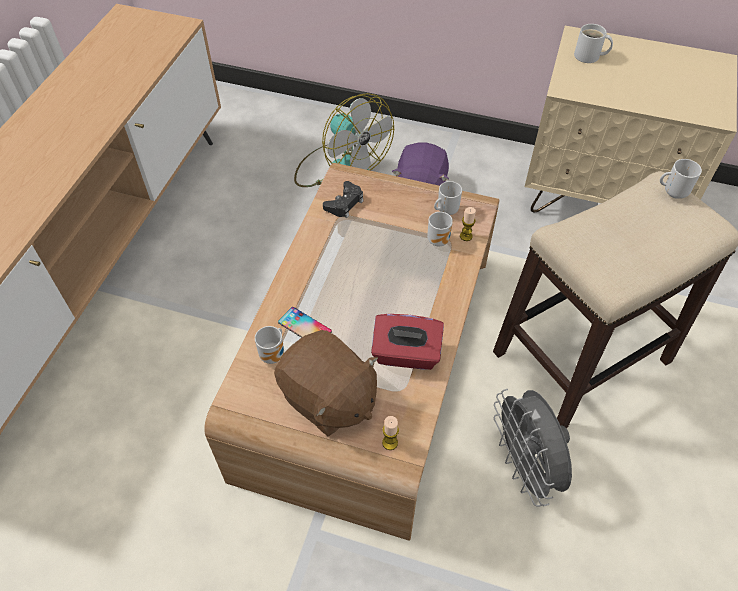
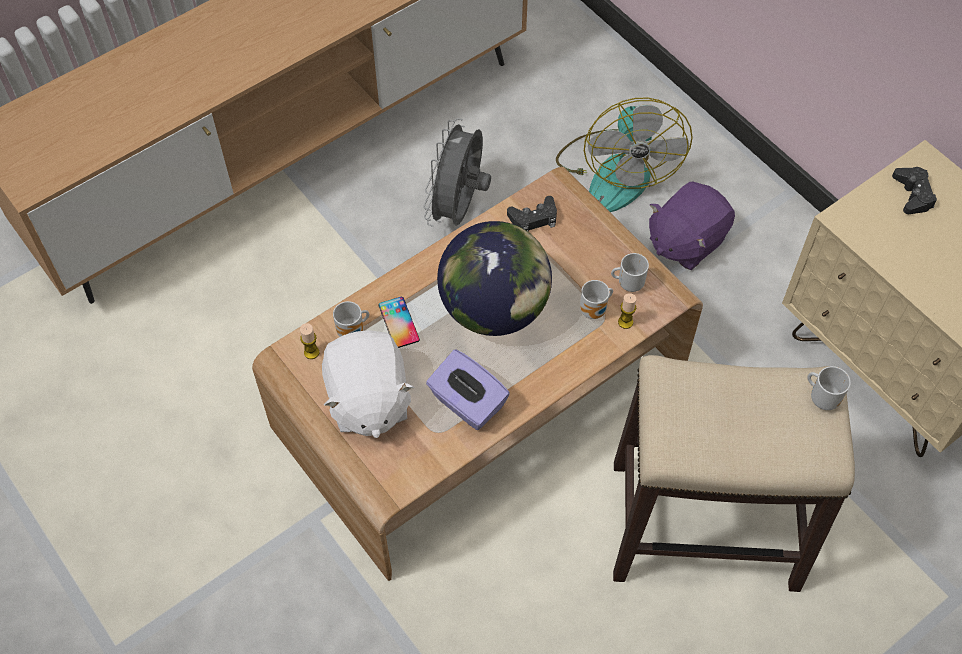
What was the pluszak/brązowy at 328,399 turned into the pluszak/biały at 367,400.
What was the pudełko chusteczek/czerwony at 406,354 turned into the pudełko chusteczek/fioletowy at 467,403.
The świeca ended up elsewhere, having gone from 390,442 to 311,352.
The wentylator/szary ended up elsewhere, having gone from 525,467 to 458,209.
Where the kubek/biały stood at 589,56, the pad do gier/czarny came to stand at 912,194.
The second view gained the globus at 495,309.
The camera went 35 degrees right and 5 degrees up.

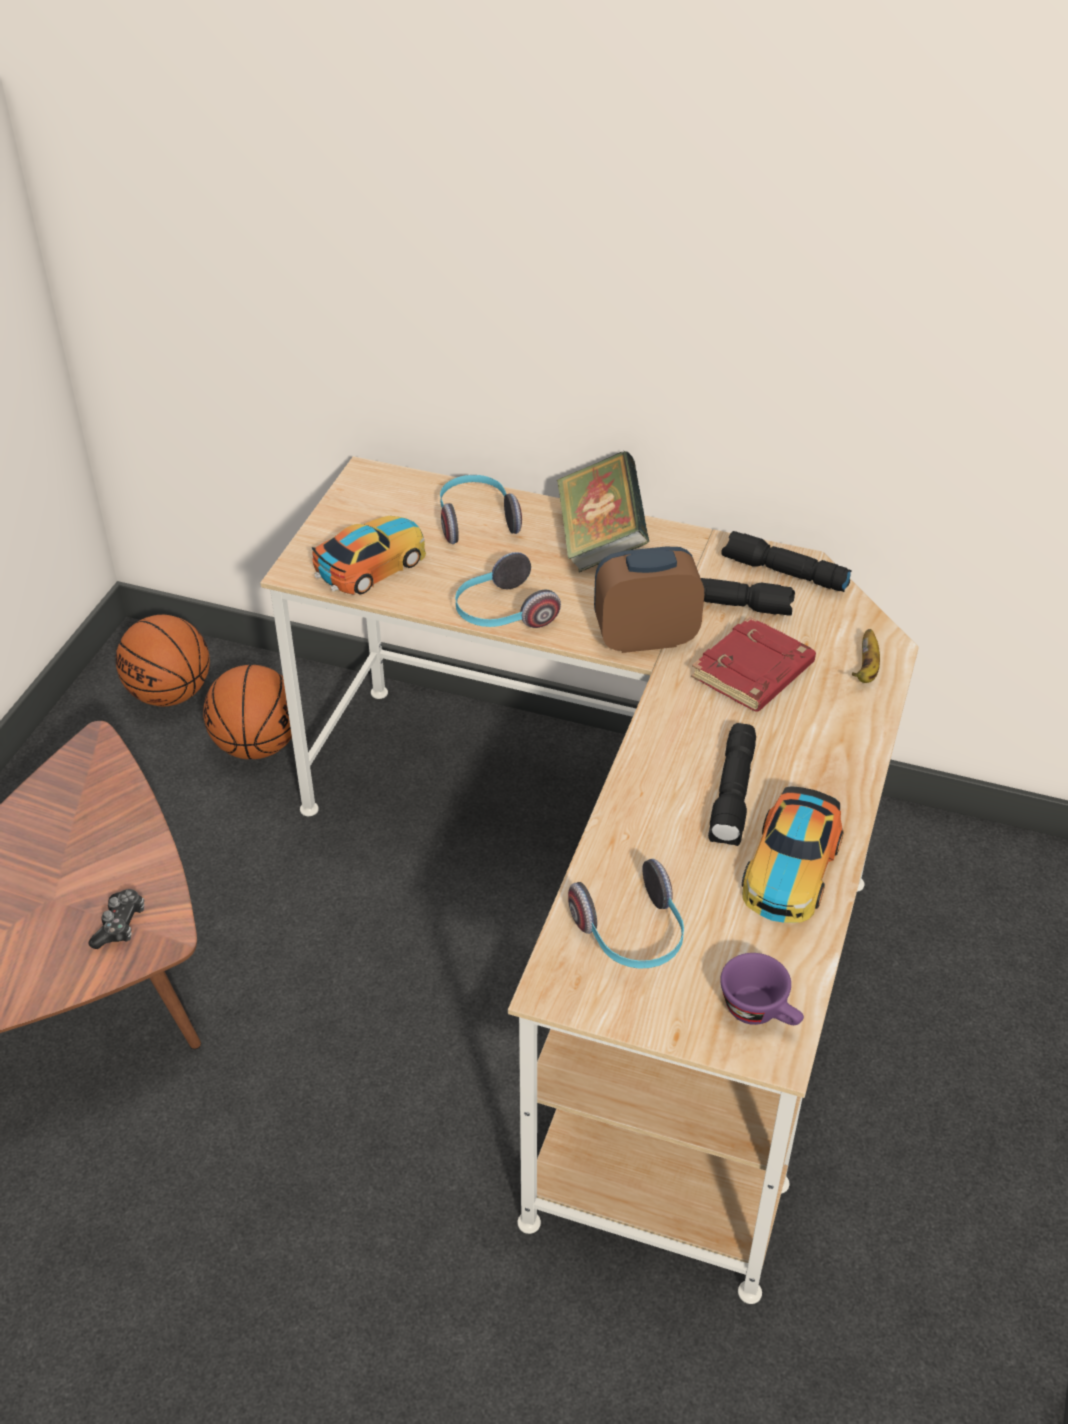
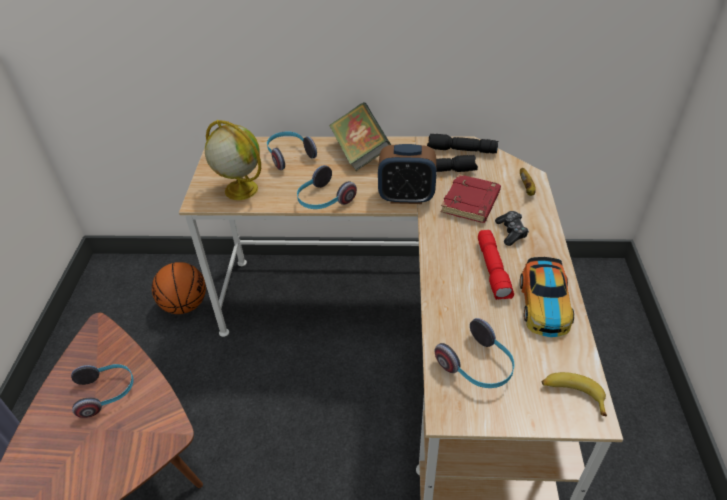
The pad do gier ended up elsewhere, having gone from 120,925 to 511,232.
The second view lost the piłka do koszykówki at 170,693.
Where the samochodzik stood at 371,564, the globus came to stand at 240,189.
The budzik at 645,638 ended up facing another way, 150 degrees counterclockwise from before.
What was the latarka/czarny at 734,795 turned into the latarka/czerwony at 493,270.
Where the filiżanka/fioletowy stood at 761,1012, the banan came to stand at 572,394.
The second view gained the słuchawki at 107,393.
The camera went 15 degrees left and 0 degrees up.

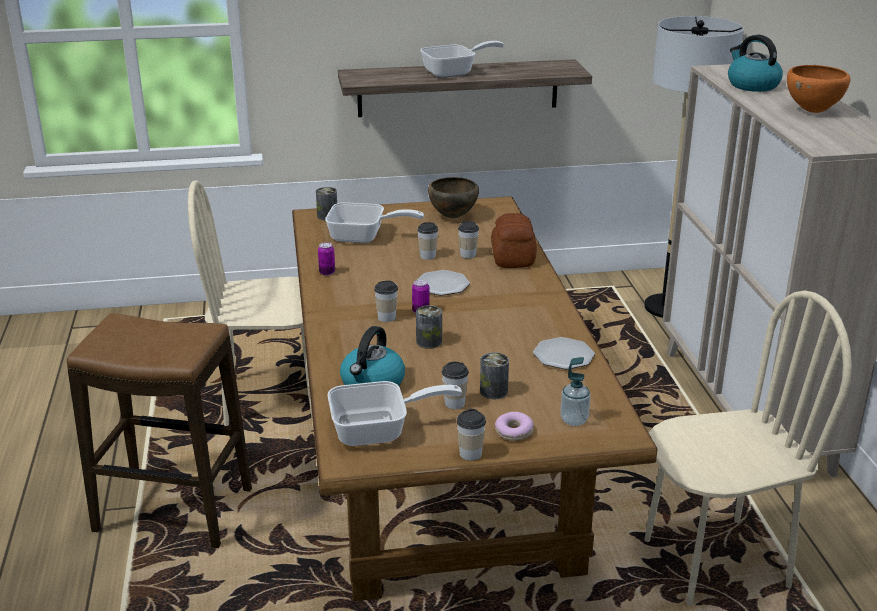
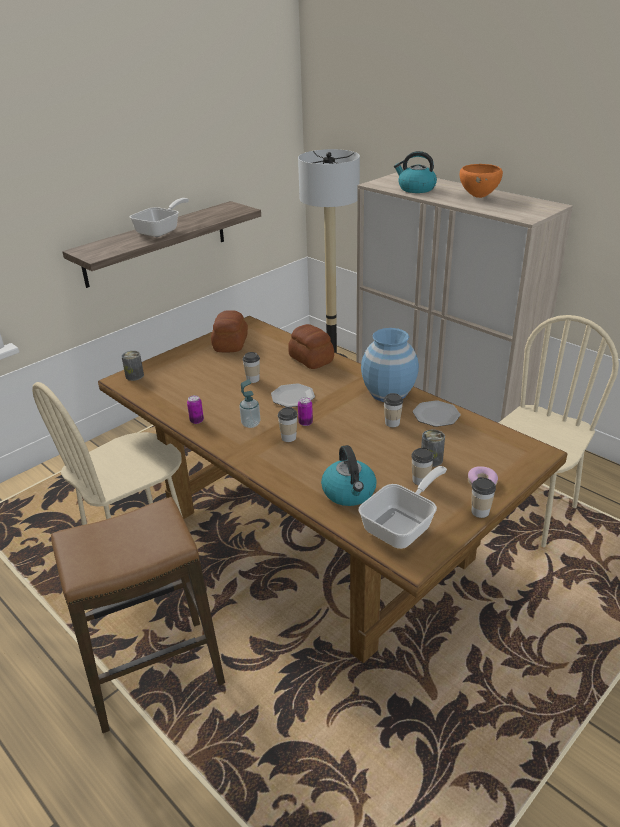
The second view lost the patelnia at 364,237.
The second view lost the puszka at 429,342.
Where the miska/brązowy stood at 452,217, the chleb came to stand at 230,344.
The filiżanka ended up elsewhere, having gone from 468,255 to 392,423.
The dozownik mydła ended up elsewhere, having gone from 574,420 to 251,424.
The second view gained the wazon/niebieski at 388,393.
The camera went 35 degrees left and 5 degrees up.

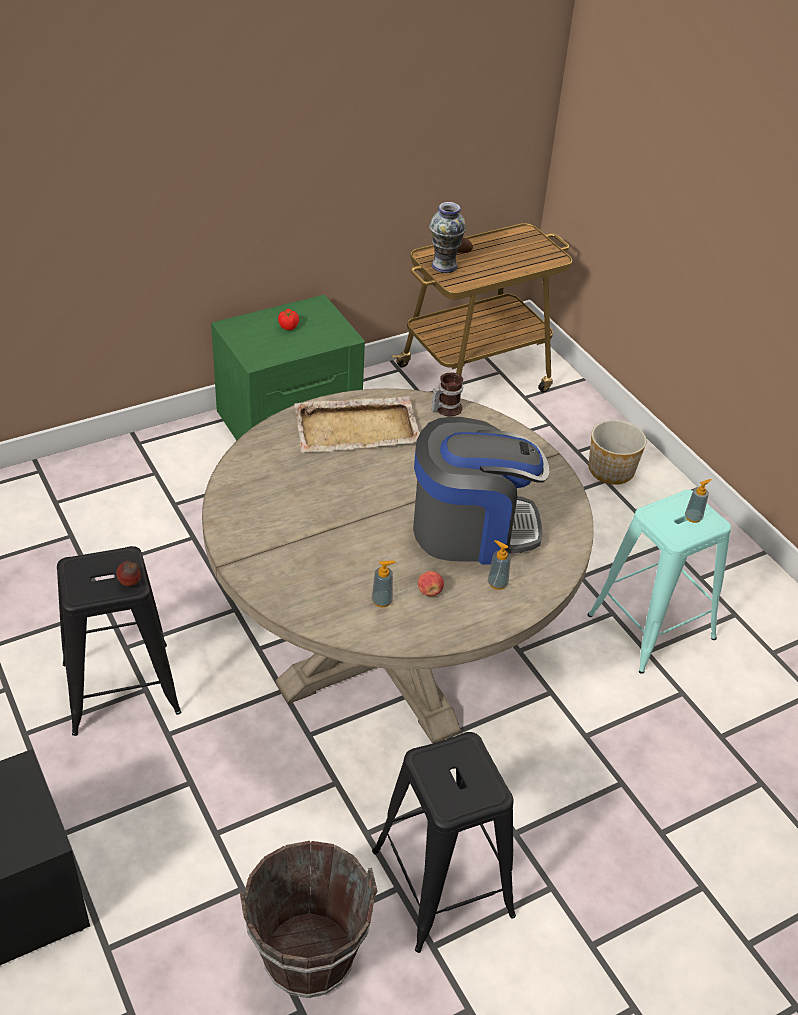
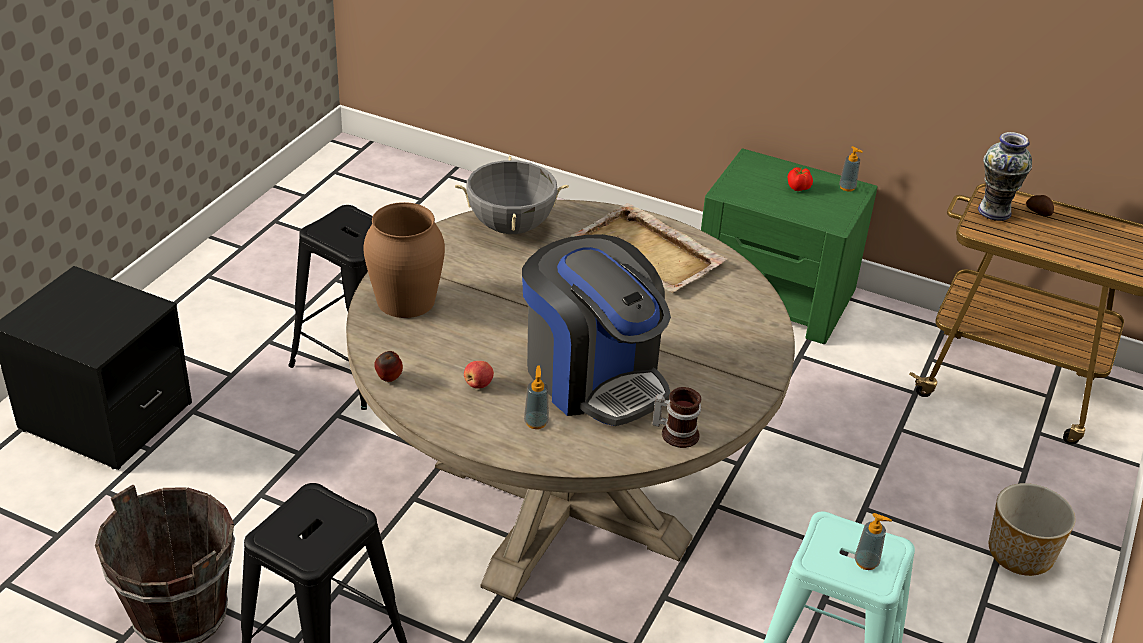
The jabłko ended up elsewhere, having gone from 130,583 to 388,379.
The dozownik mydła ended up elsewhere, having gone from 382,601 to 847,187.
The kubek ended up elsewhere, having gone from 445,408 to 676,433.
The second view gained the wazon/brązowy at 406,299.
The second view gained the garnek/szary at 511,226.
The camera went 55 degrees right and 5 degrees down.

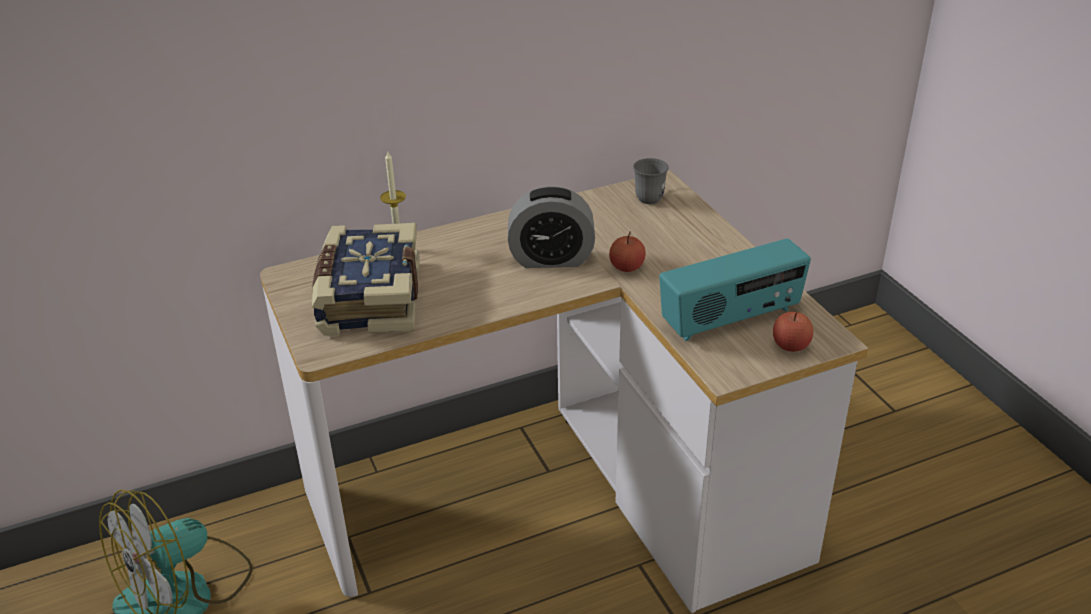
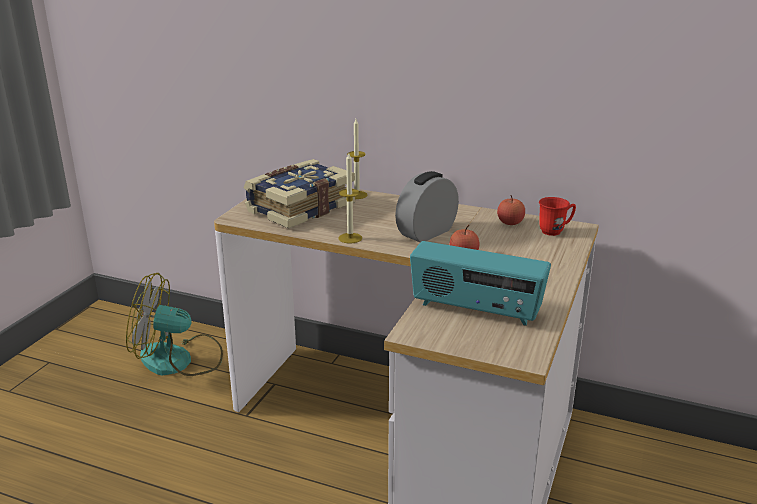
The budzik at 551,259 ended up facing another way, 90 degrees clockwise from before.
What was the kubek/szary at 651,195 turned into the kubek/czerwony at 555,231.
The jabłko ended up elsewhere, having gone from 790,345 to 510,223.
The second view gained the świeca at 350,238.
The camera went 45 degrees right and 10 degrees down.

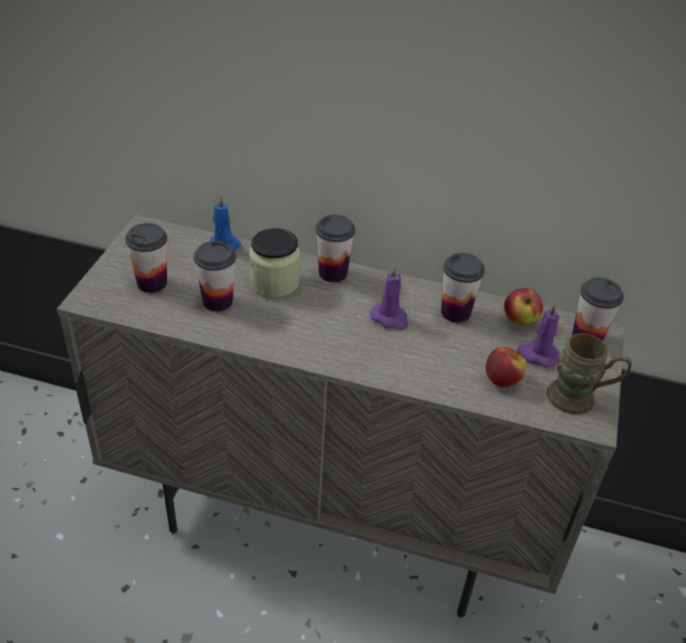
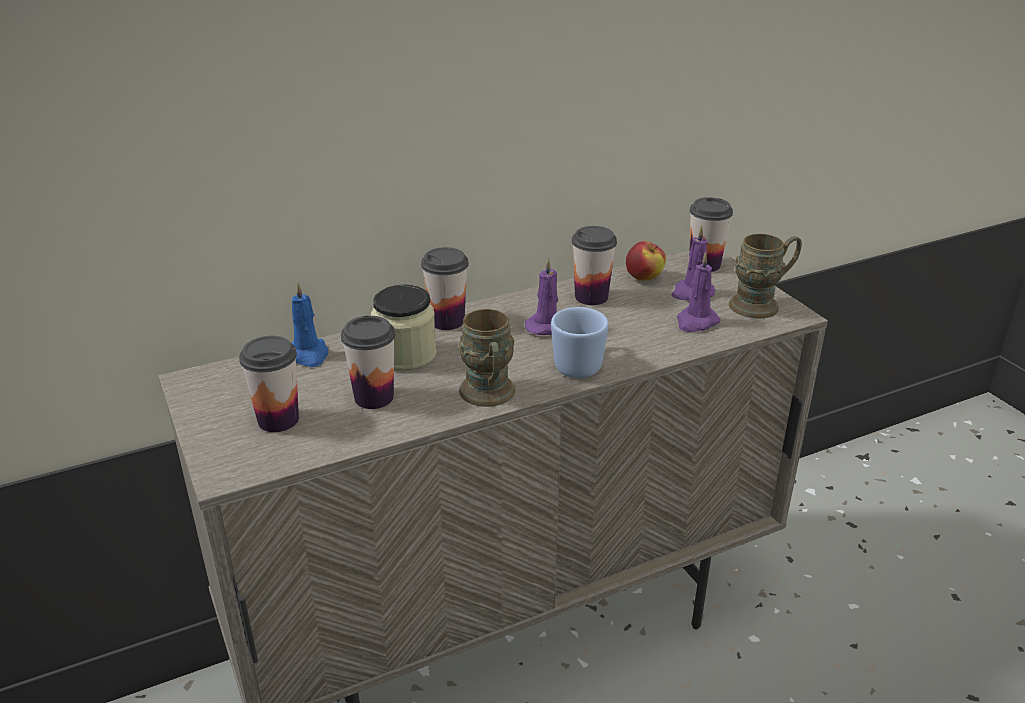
Where the jabłko stood at 502,380, the świeca/fioletowy came to stand at 696,322.
The second view gained the kubek/brązowy at 489,396.
The second view gained the kubek/niebieski at 580,364.
The camera went 40 degrees left and 10 degrees down.

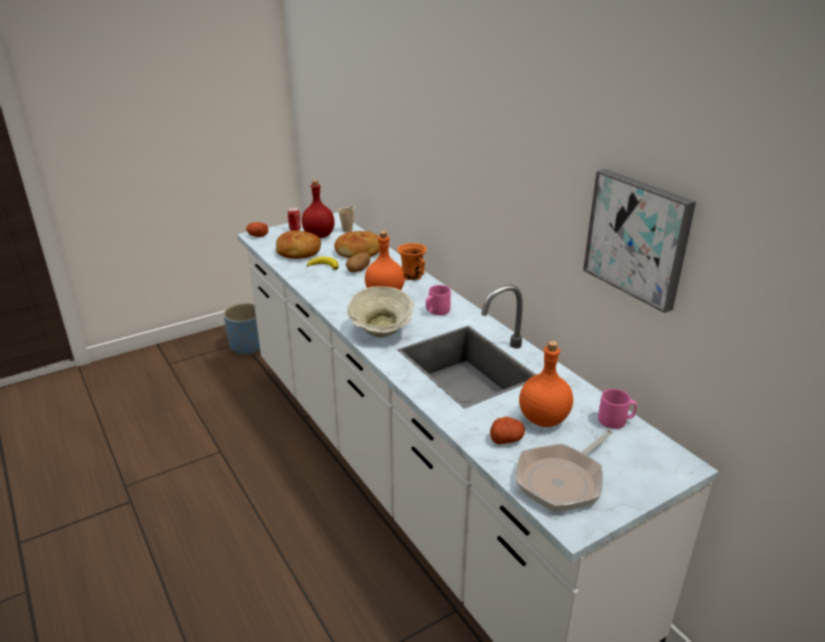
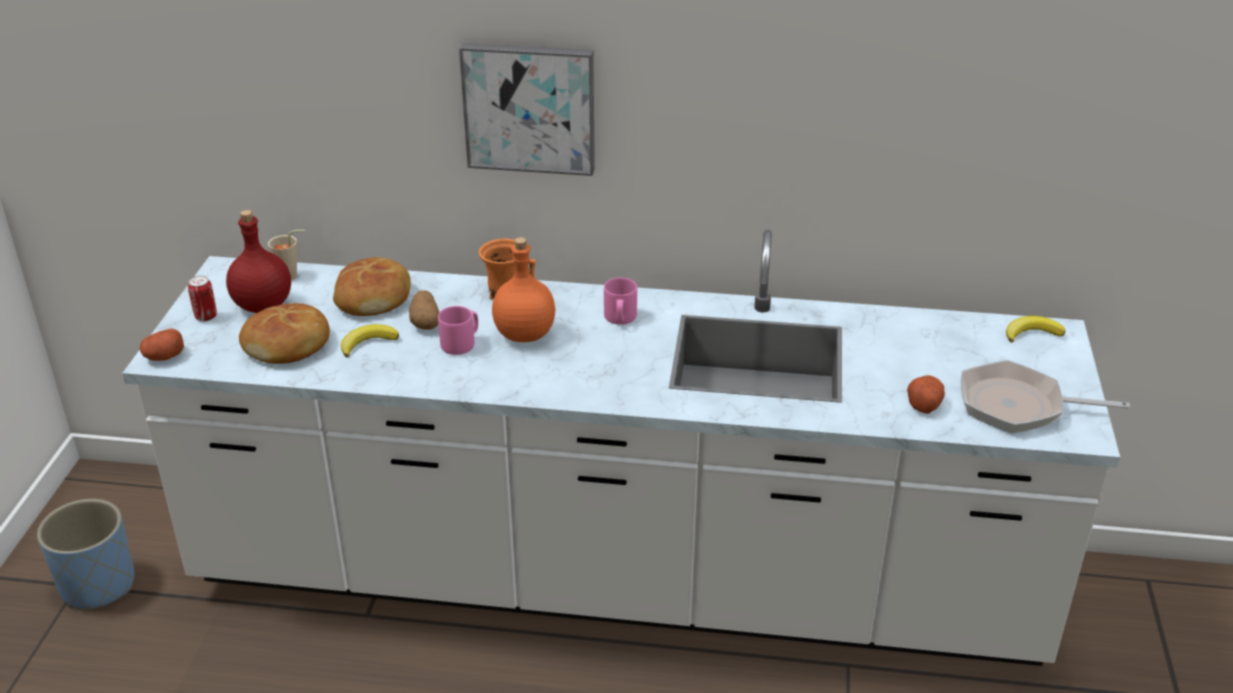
The second view lost the miska/beżowy at 381,332.
The patelnia at 562,480 ended up facing another way, 105 degrees clockwise from before.
The second view lost the butelka/pomarańczowy at 544,419.
The obraz ended up elsewhere, having gone from 638,238 to 530,107.
The kubek/różowy ended up elsewhere, having gone from 615,421 to 461,343.
The second view gained the banan at 1031,333.
The camera went 50 degrees left and 5 degrees up.

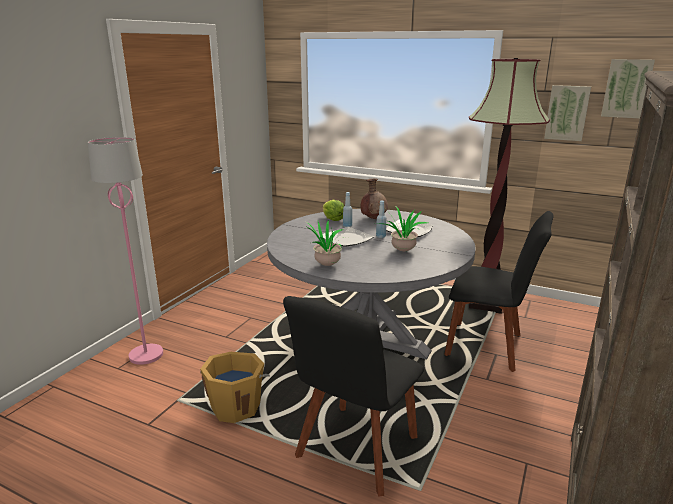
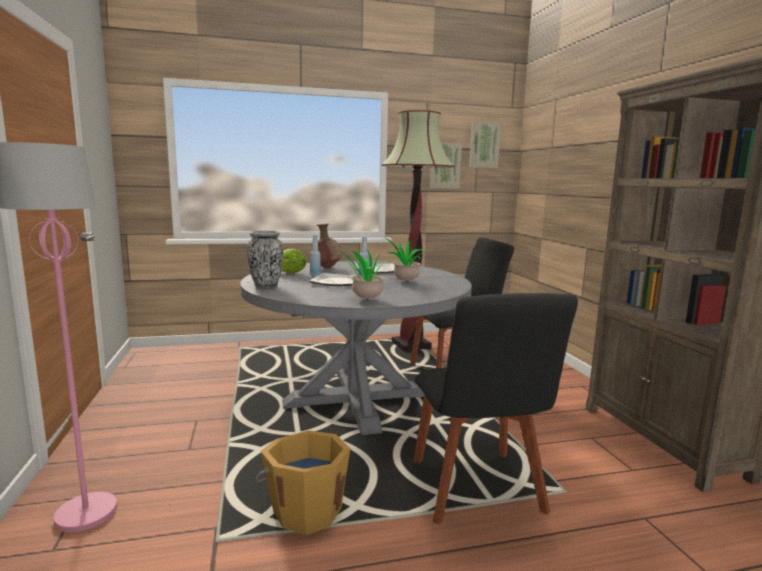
The second view gained the wazon at 266,286.
The camera went 40 degrees left and 10 degrees down.

